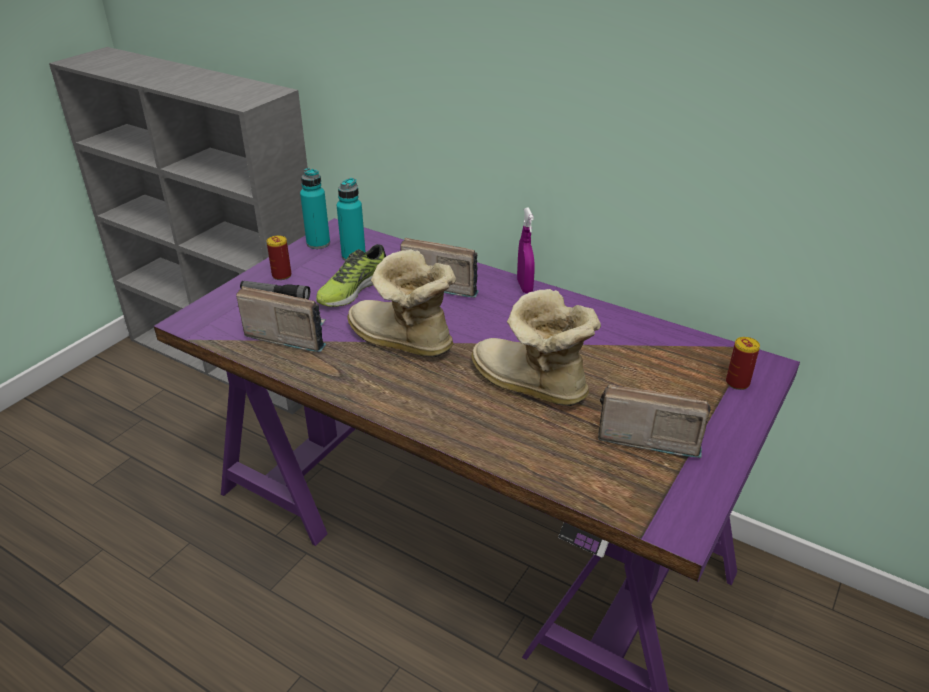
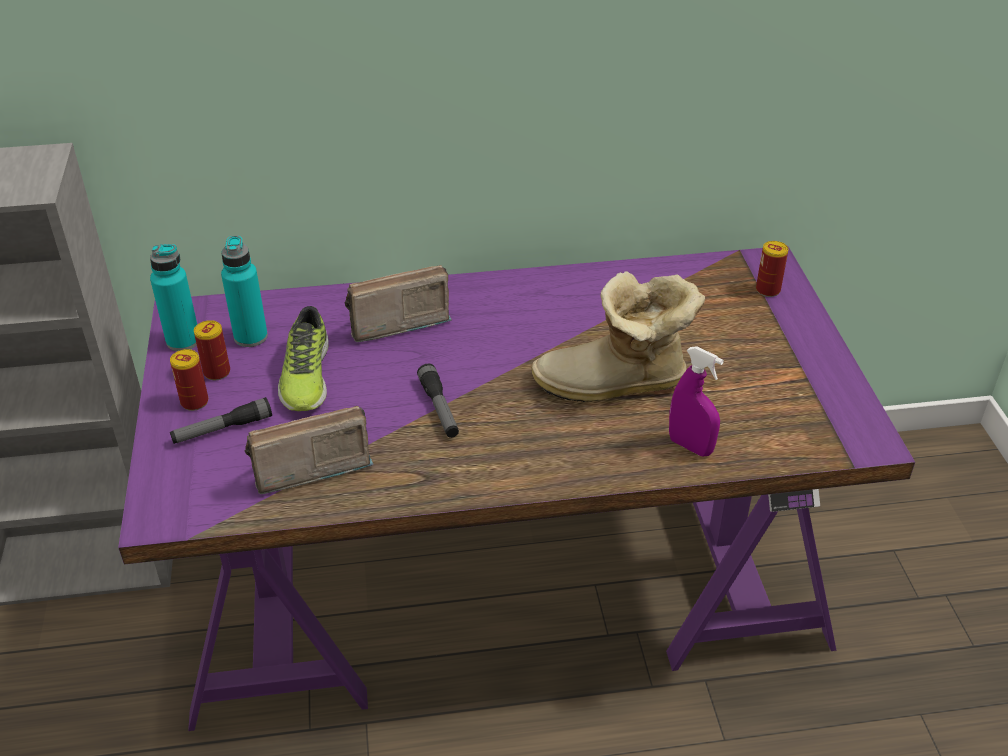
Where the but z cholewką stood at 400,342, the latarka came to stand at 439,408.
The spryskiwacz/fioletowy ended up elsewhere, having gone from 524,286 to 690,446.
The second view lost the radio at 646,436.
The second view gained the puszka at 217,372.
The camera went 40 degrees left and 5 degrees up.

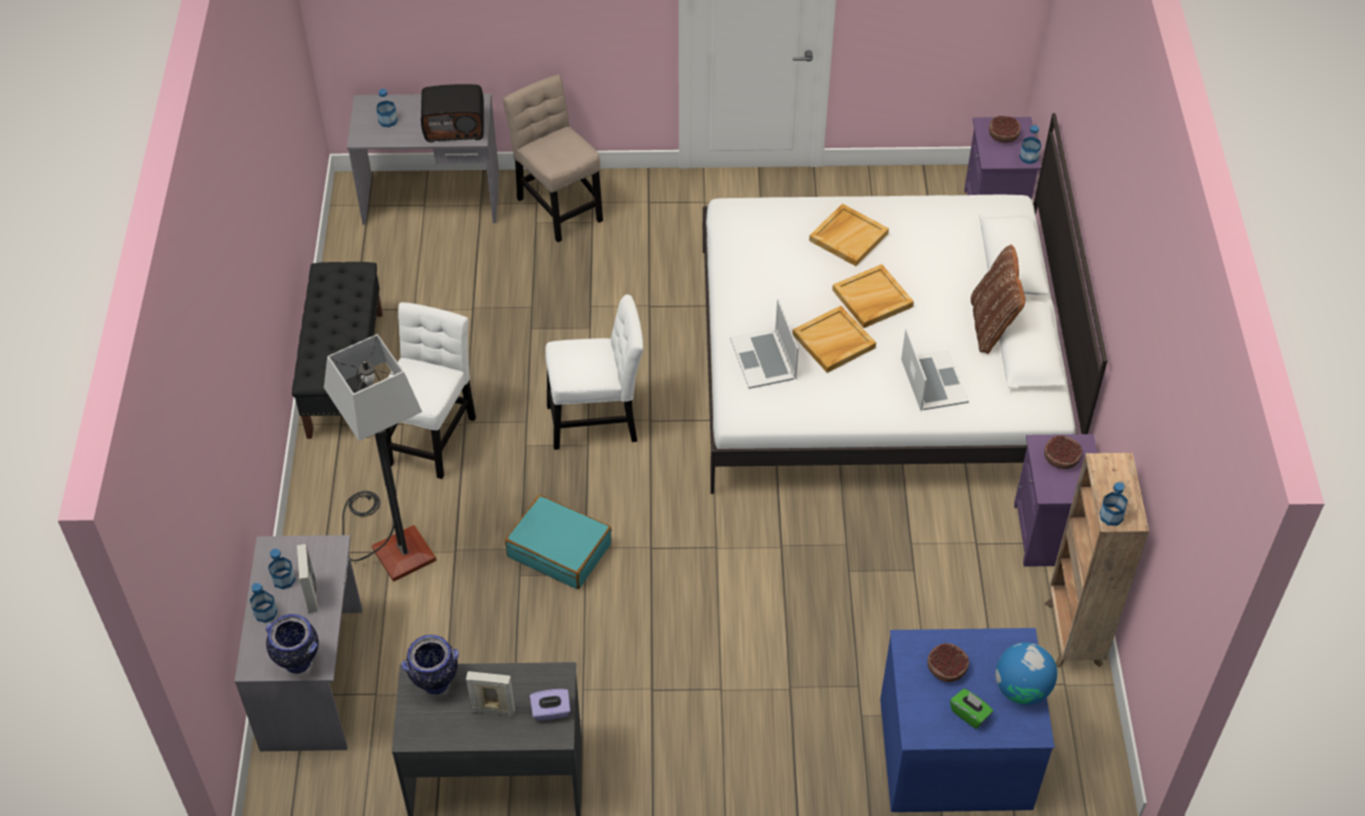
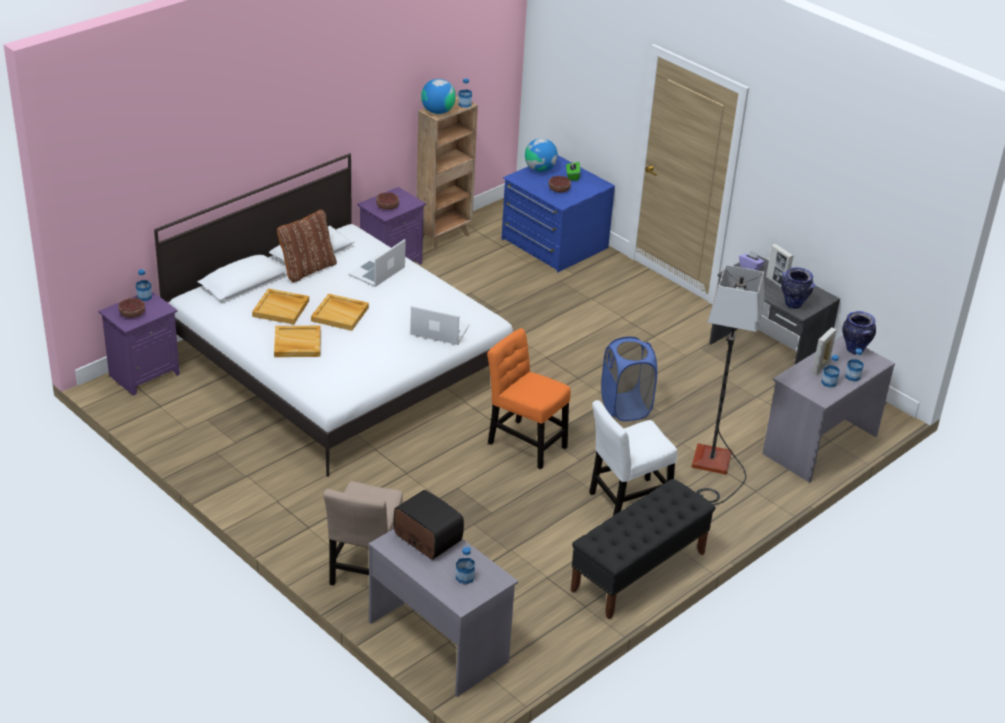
Where the walizka/turkusowy stood at 560,550, the kosz na pranie/niebieski came to stand at 625,407.
What was the krzesło/biały at 597,421 turned into the krzesło/pomarańczowy at 524,443.
The laptop at 763,358 ended up facing another way, 105 degrees counterclockwise from before.
The taca/beżowy ended up elsewhere, having gone from 833,342 to 281,308.
The second view gained the globus at 437,111.
The camera went 135 degrees left and 15 degrees down.

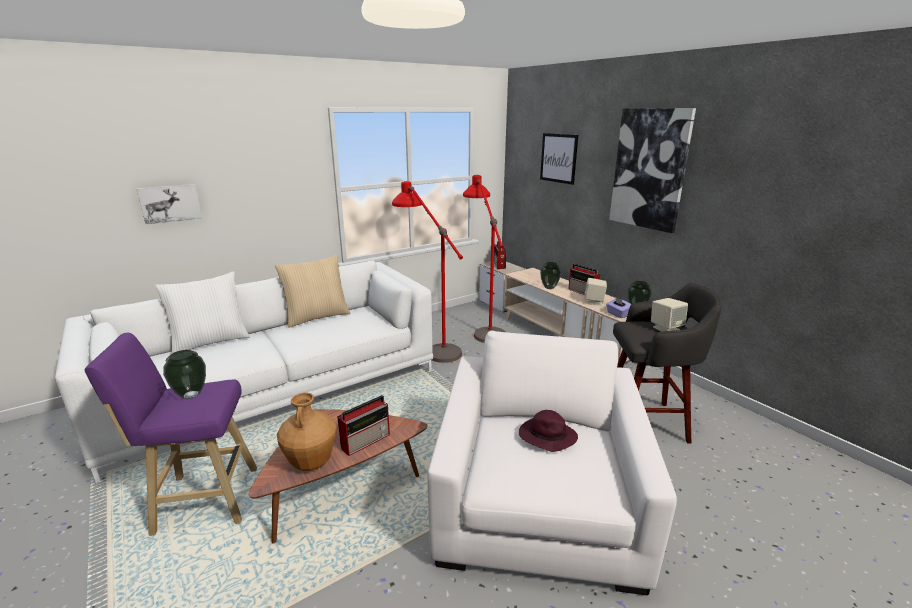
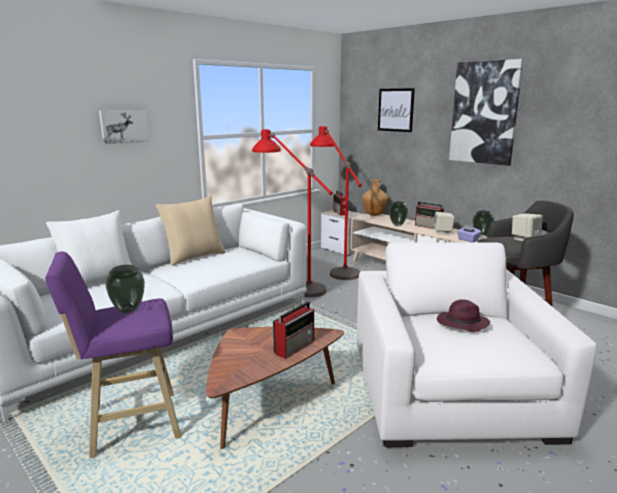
The obraz ended up elsewhere, having gone from 170,203 to 123,126.
The wazon/brązowy ended up elsewhere, having gone from 311,463 to 374,214.
The camera went 10 degrees left and 5 degrees down.

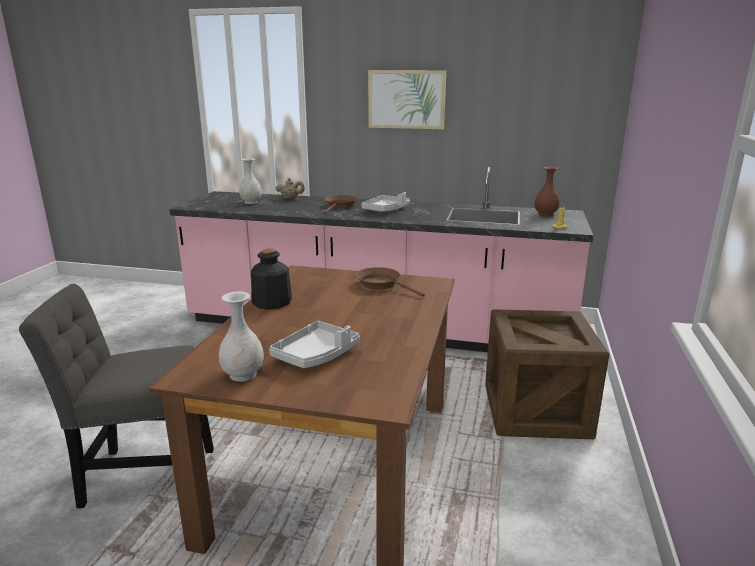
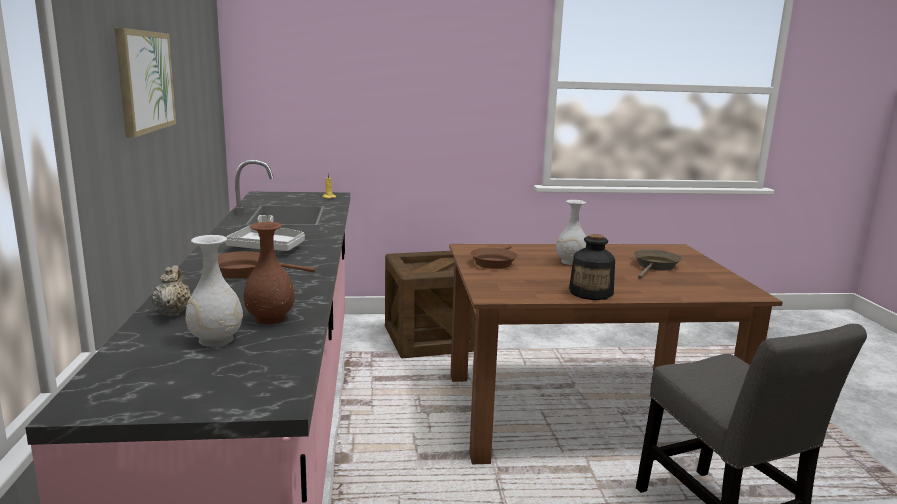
The wazon/biały ended up elsewhere, having gone from 243,374 to 570,262.
Where the taca/szary stood at 316,355, the patelnia/brązowy came to stand at 655,266.
The wazon/brązowy ended up elsewhere, having gone from 545,214 to 271,318.
The camera went 110 degrees left and 5 degrees down.

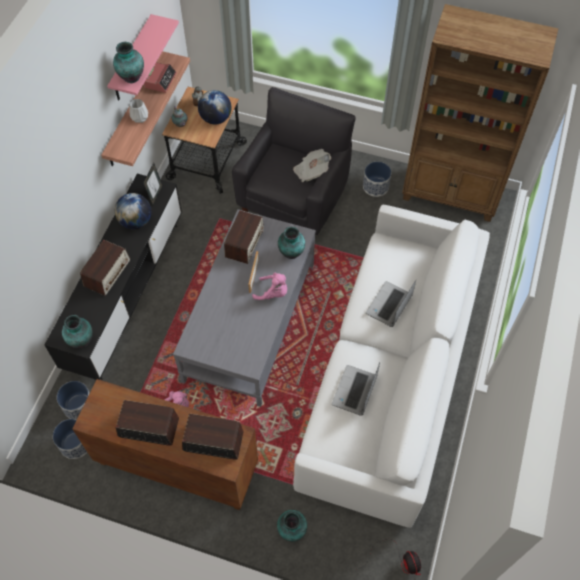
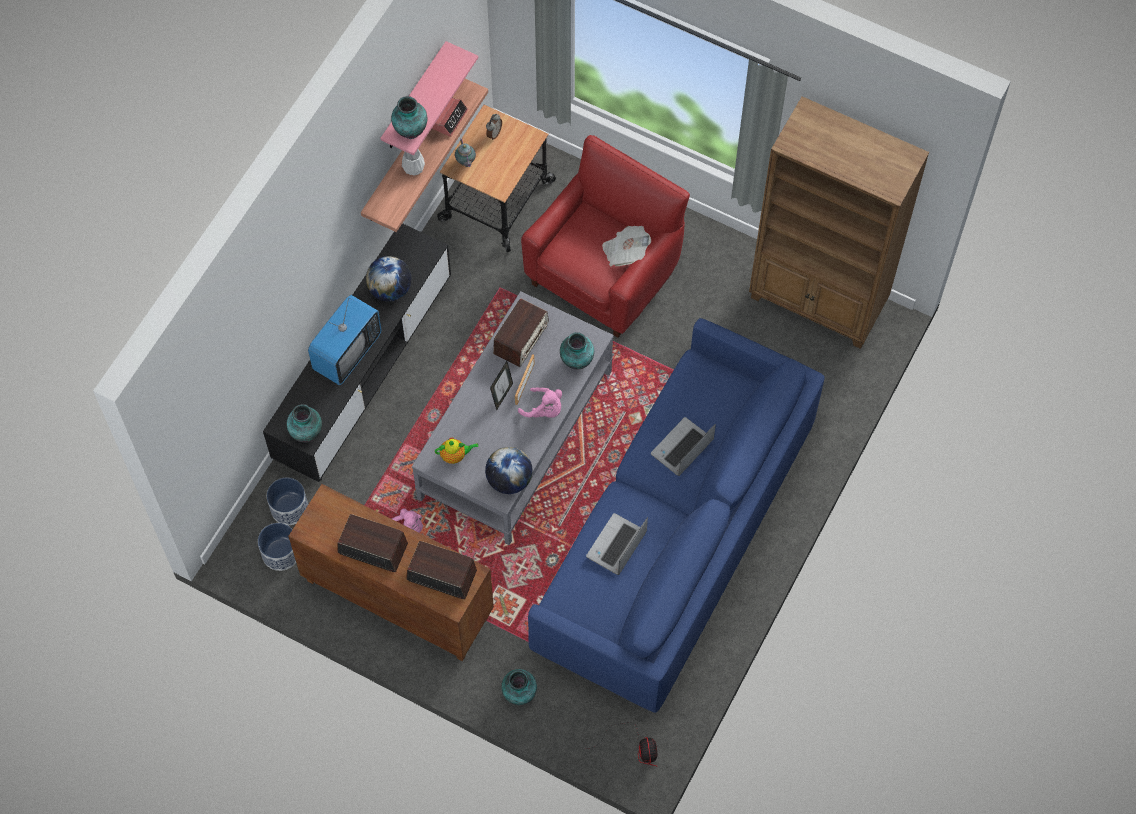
Where the radio stood at 107,273, the telewizor came to stand at 347,352.
The ramka na zdjęcie ended up elsewhere, having gone from 155,195 to 502,395.
The globus ended up elsewhere, having gone from 216,119 to 509,480.
What was the fotel/czarny at 294,198 turned into the fotel/czerwony at 605,274.
What was the kanapa/biały at 389,380 turned into the kanapa/niebieski at 674,538.
The second view lost the donica at 375,187.
The second view gained the imbryk at 455,456.
The camera went 10 degrees right and 5 degrees up.

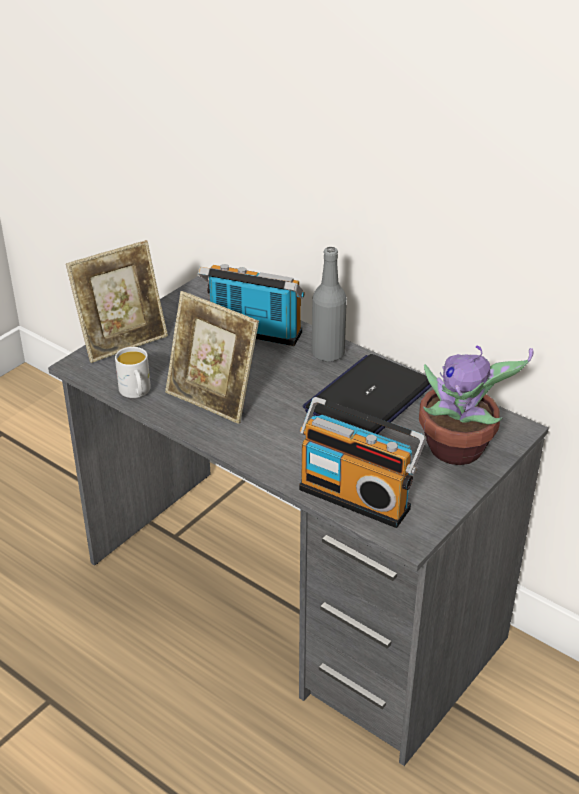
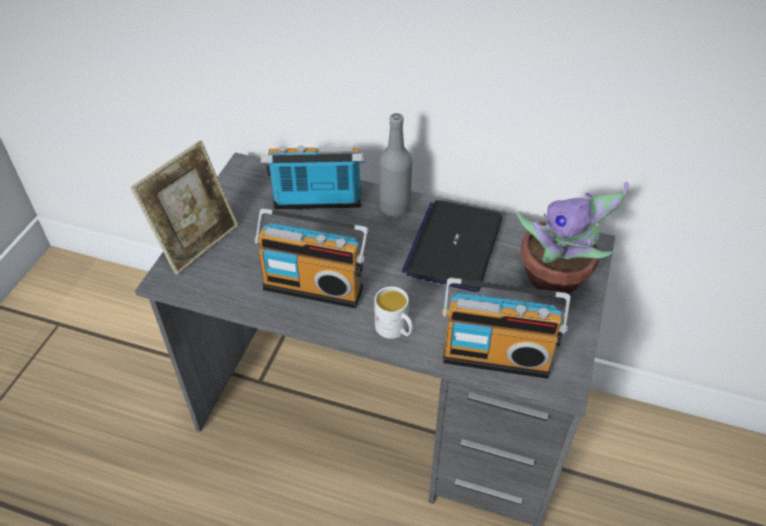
The kubek/biały ended up elsewhere, having gone from 136,392 to 395,330.
Where the ramka na zdjęcie stood at 212,399, the radio came to stand at 314,285.
The camera went 20 degrees left and 10 degrees up.

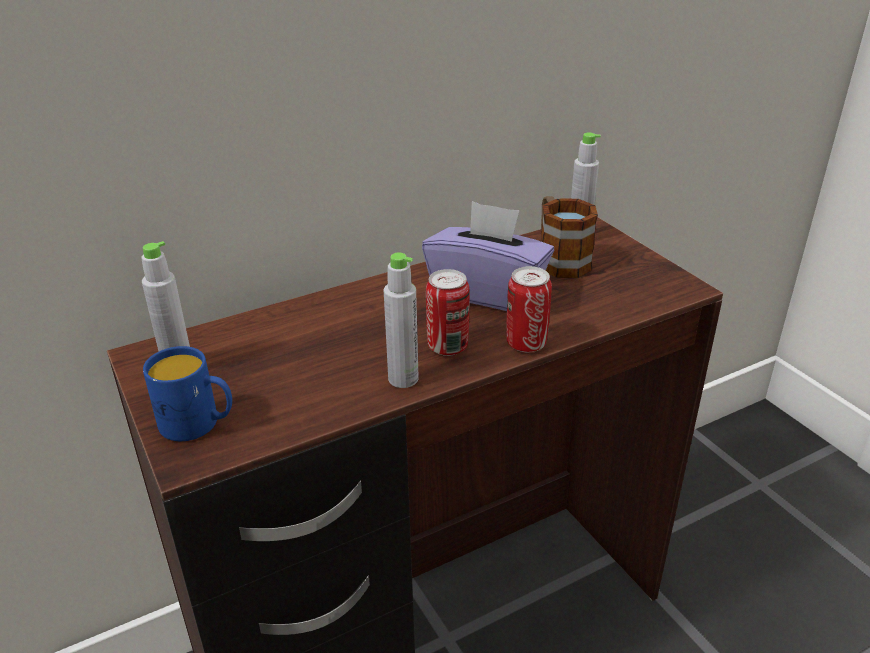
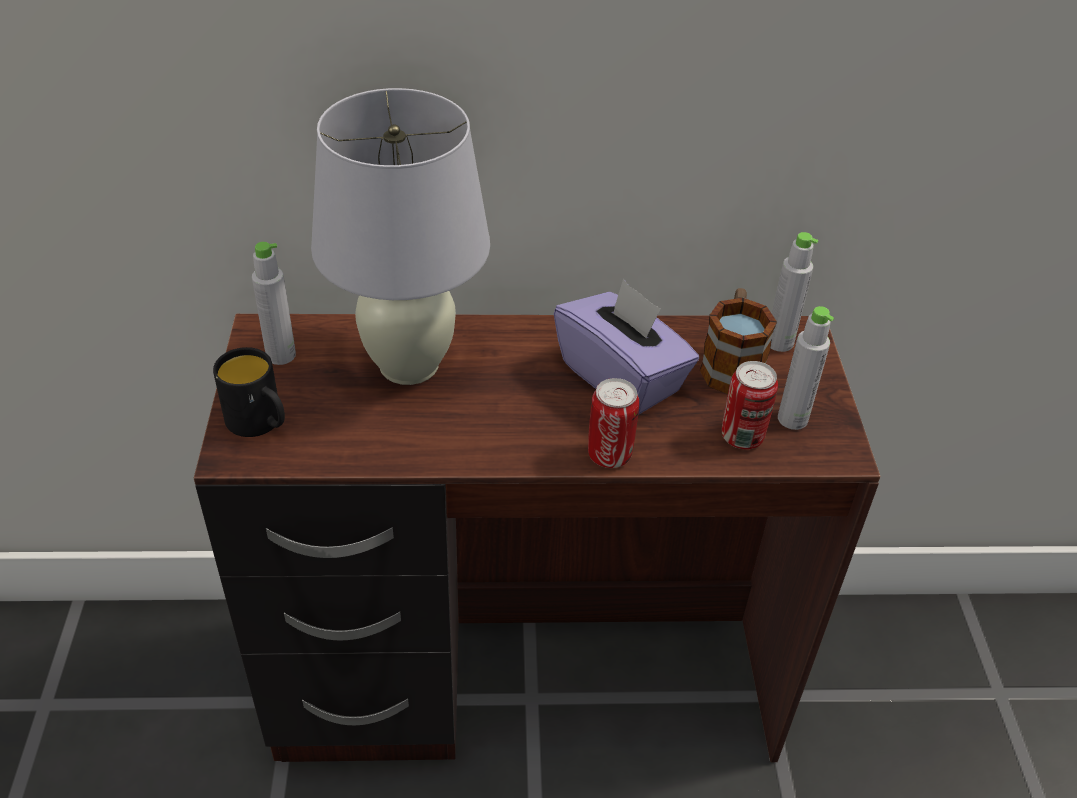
What was the kubek/niebieski at 199,424 turned into the kubek/czarny at 260,423.
The butelka/szary ended up elsewhere, having gone from 403,379 to 792,419.
The puszka ended up elsewhere, having gone from 447,347 to 742,437.
The second view gained the lampa stołowa/biały at 408,366.
The camera went 25 degrees right and 10 degrees up.

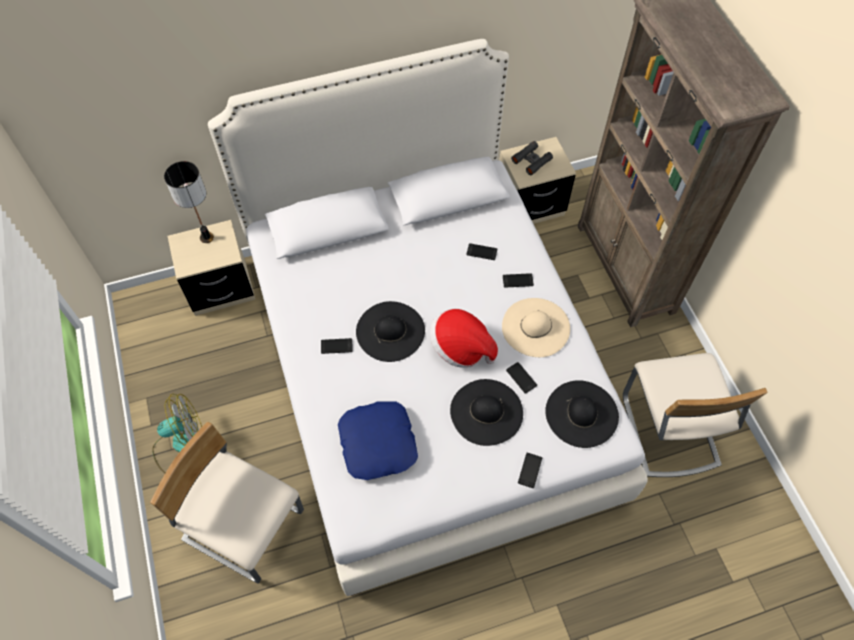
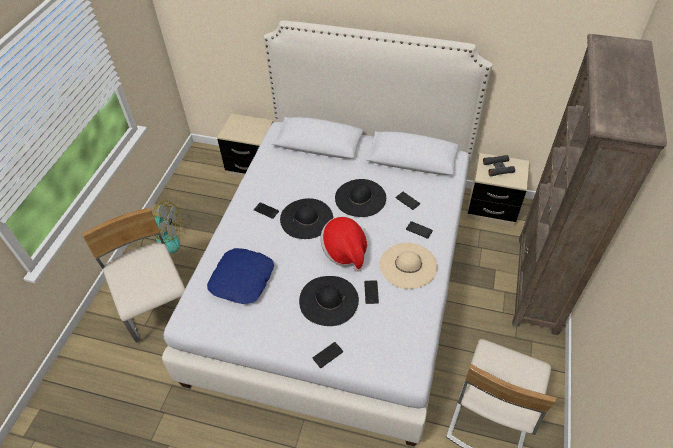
The second view lost the lampa stołowa at 206,238.
The kapelusz/czarny ended up elsewhere, having gone from 582,414 to 360,198.
The camera went 35 degrees right and 10 degrees down.

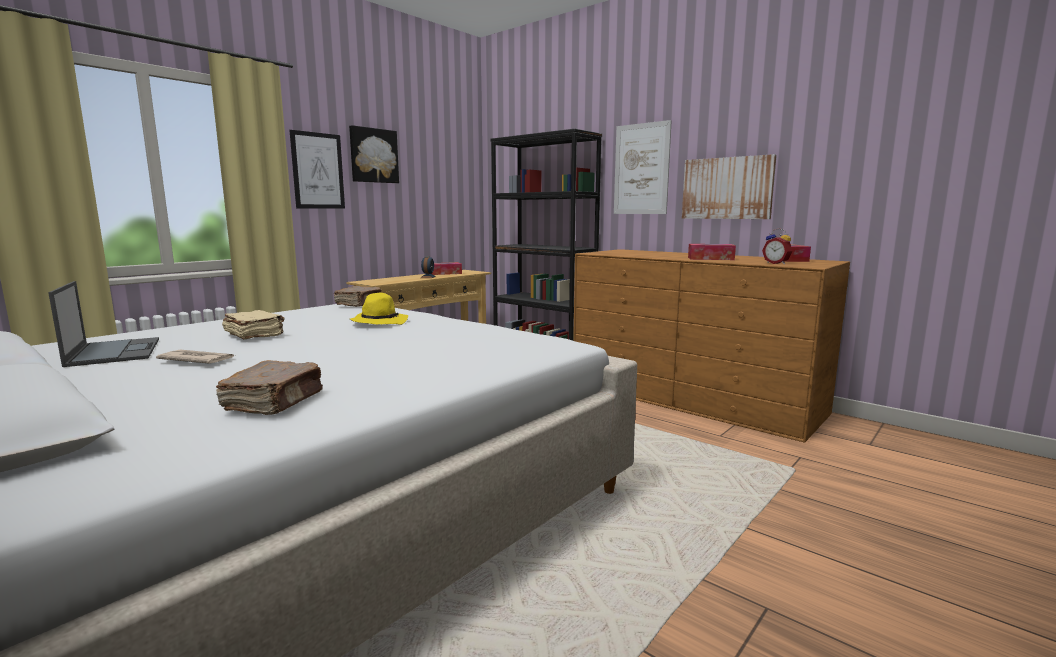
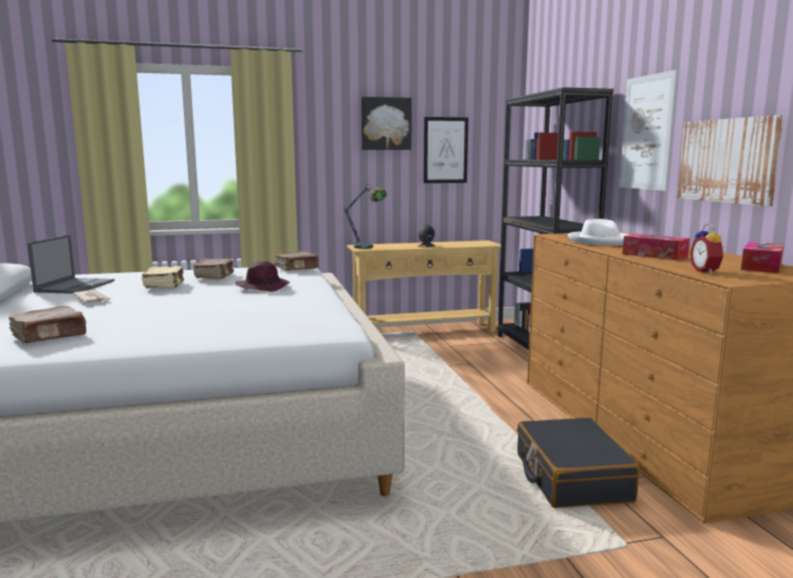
The obraz ended up elsewhere, having gone from 318,171 to 445,150.
What was the kapelusz/żółty at 379,322 turned into the kapelusz/fioletowy at 263,287.
The second view lost the pudełko chusteczek at 445,273.
The second view gained the książka/brązowy at 215,276.
The second view gained the lampa stołowa at 367,247.
The second view gained the walizka/czarny at 571,477.
The second view gained the kapelusz/biały at 600,241.
The camera went 35 degrees right and 0 degrees up.

